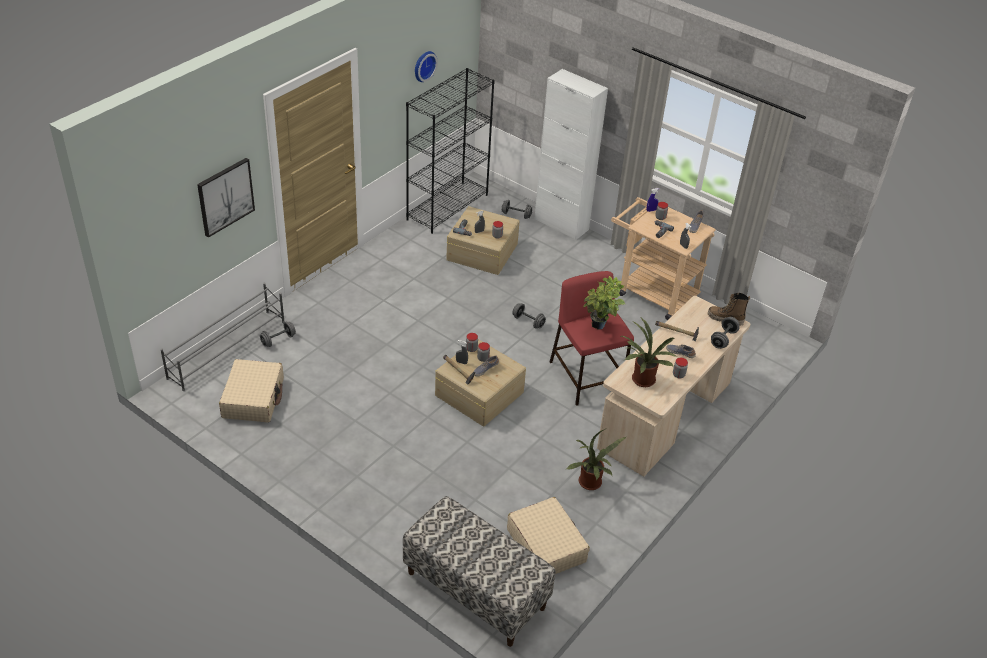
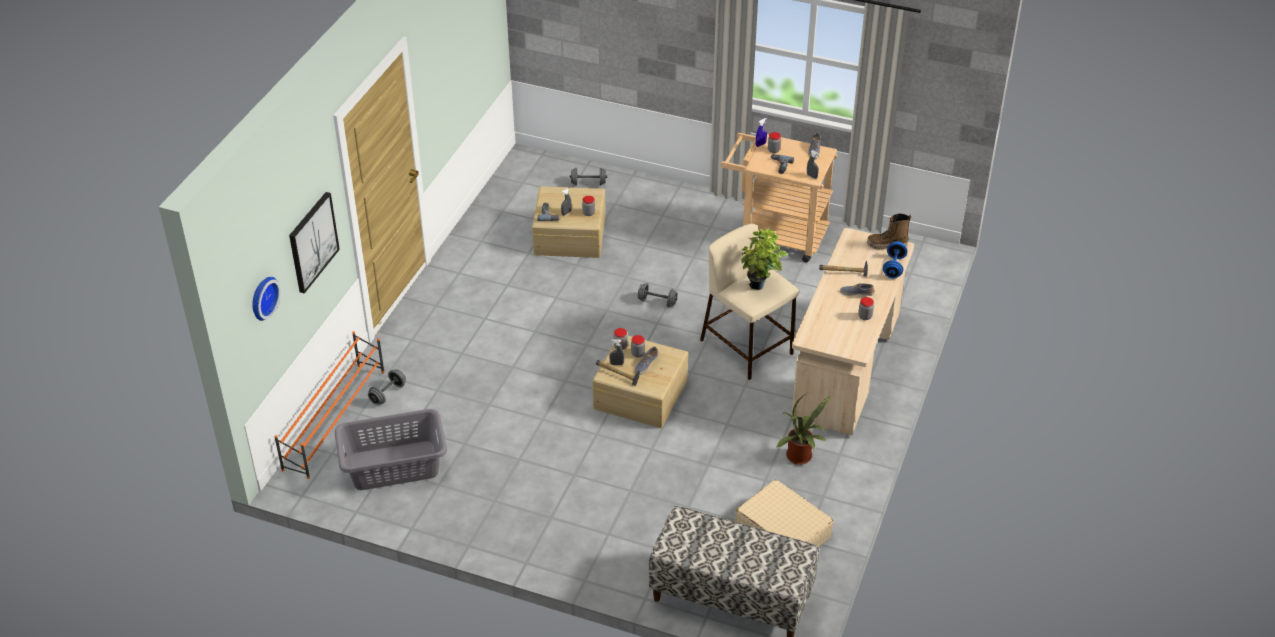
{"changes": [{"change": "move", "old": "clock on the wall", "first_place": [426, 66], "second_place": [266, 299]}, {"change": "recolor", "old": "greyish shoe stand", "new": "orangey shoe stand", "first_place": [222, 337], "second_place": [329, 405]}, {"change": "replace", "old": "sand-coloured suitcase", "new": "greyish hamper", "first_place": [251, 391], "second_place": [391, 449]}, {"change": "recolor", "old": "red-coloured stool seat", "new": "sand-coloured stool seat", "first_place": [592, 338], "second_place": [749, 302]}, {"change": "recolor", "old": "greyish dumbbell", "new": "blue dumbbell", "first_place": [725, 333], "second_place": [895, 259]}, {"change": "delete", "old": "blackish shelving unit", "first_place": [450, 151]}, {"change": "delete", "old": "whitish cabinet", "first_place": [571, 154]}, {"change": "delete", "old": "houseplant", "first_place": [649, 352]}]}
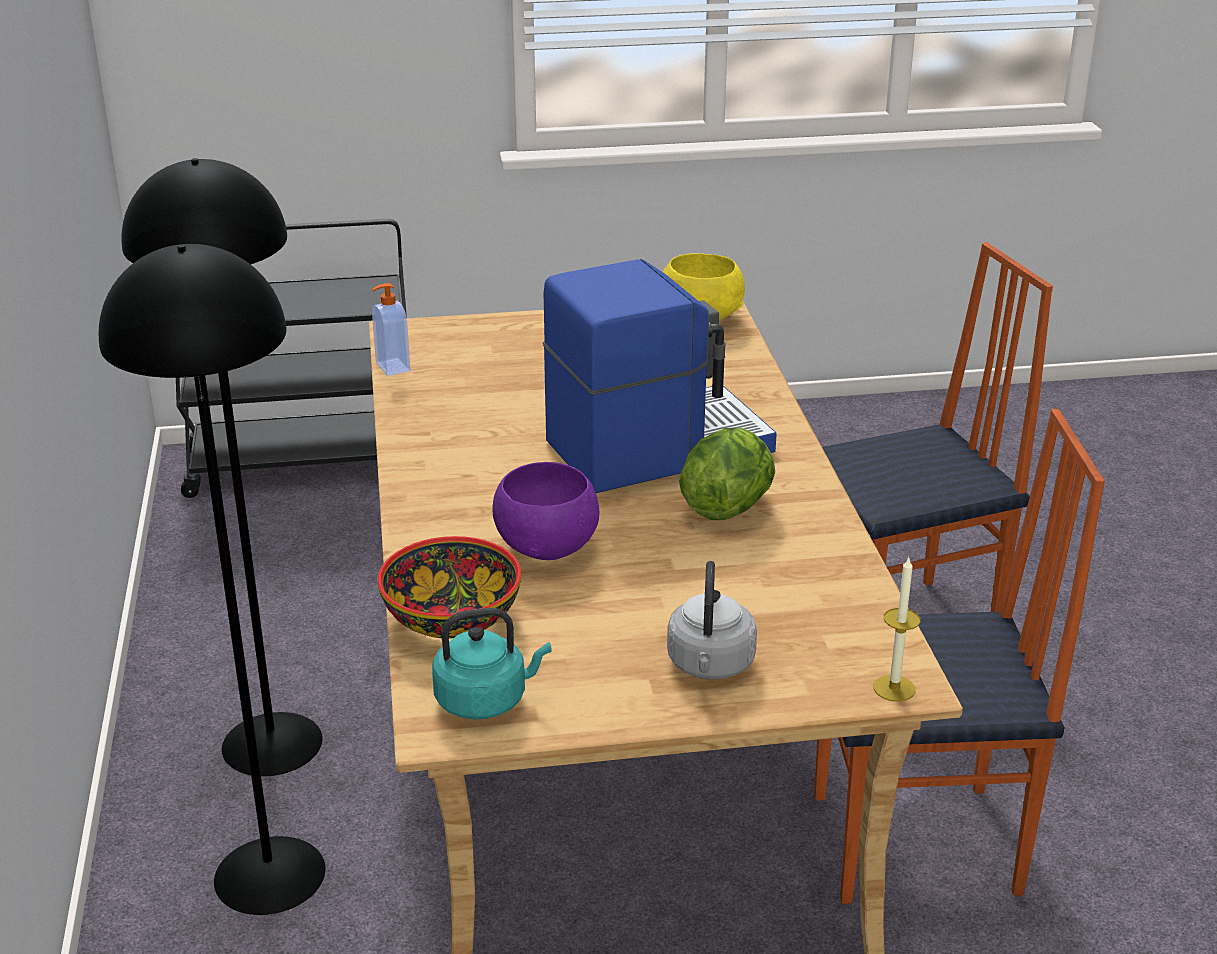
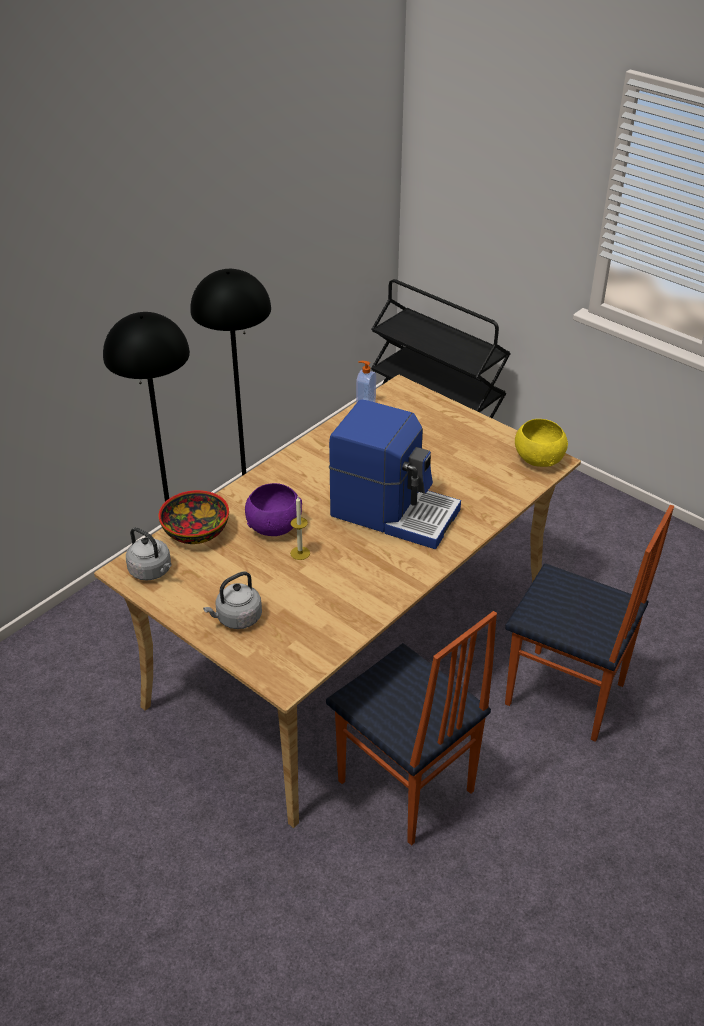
{"changes": [{"change": "recolor", "old": "blue-green water kettle", "new": "greyish water kettle", "first_place": [492, 663], "second_place": [149, 554]}, {"change": "move", "old": "candle", "first_place": [897, 630], "second_place": [300, 528]}, {"change": "delete", "old": "lettuce head", "first_place": [727, 474]}]}
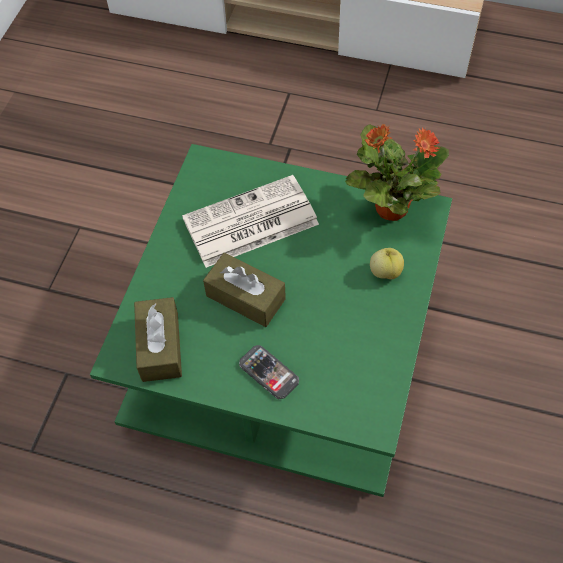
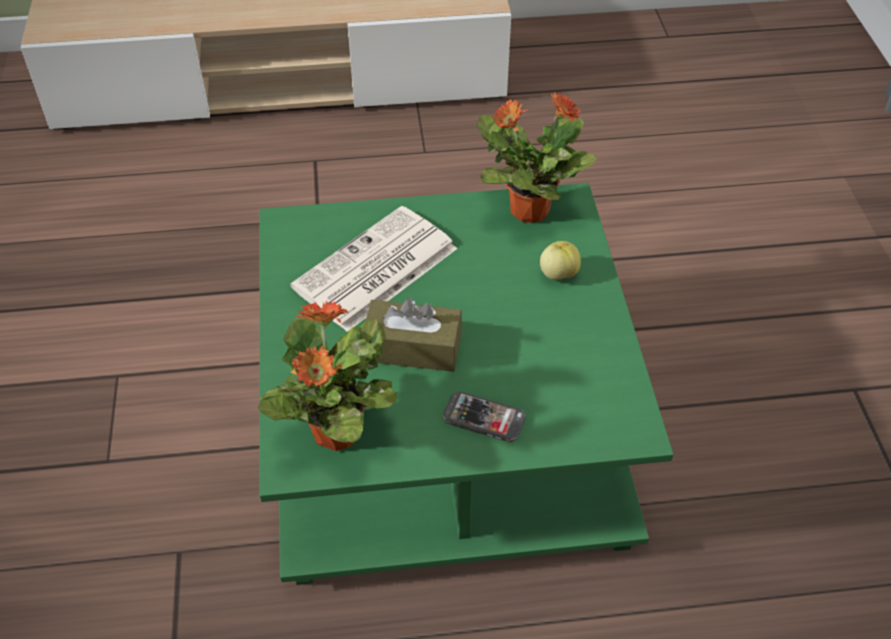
{"changes": [{"change": "replace", "old": "brownish box of tissues", "new": "houseplant", "first_place": [158, 339], "second_place": [327, 375]}]}
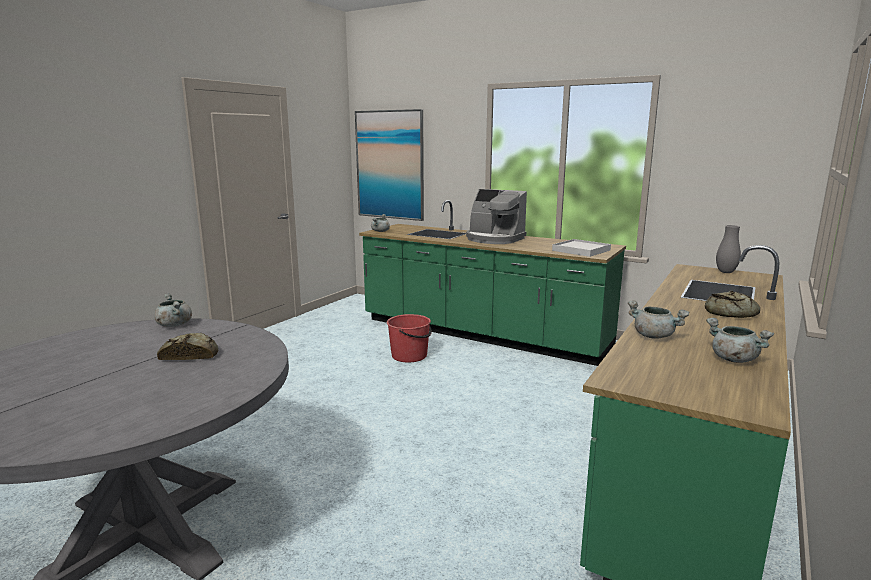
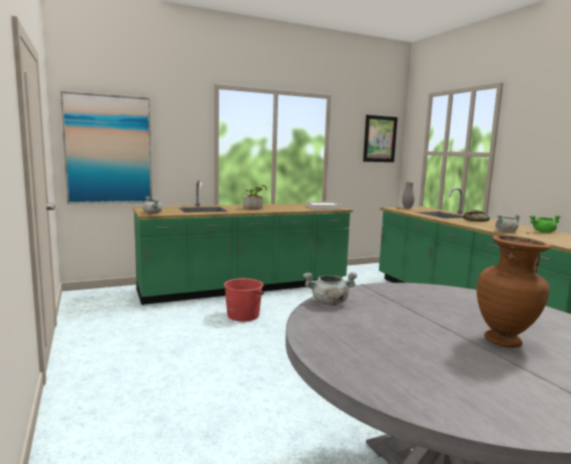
{"changes": [{"change": "replace", "old": "coffee brewer", "new": "houseplant", "first_place": [496, 216], "second_place": [255, 197]}, {"change": "insert", "new": "wall art", "second_place": [380, 138]}, {"change": "insert", "new": "brownish decorative vase", "second_place": [514, 291]}, {"change": "recolor", "old": "greyish stockpot", "new": "green-coloured stockpot", "first_place": [740, 340], "second_place": [545, 224]}, {"change": "delete", "old": "baked bread", "first_place": [187, 346]}]}
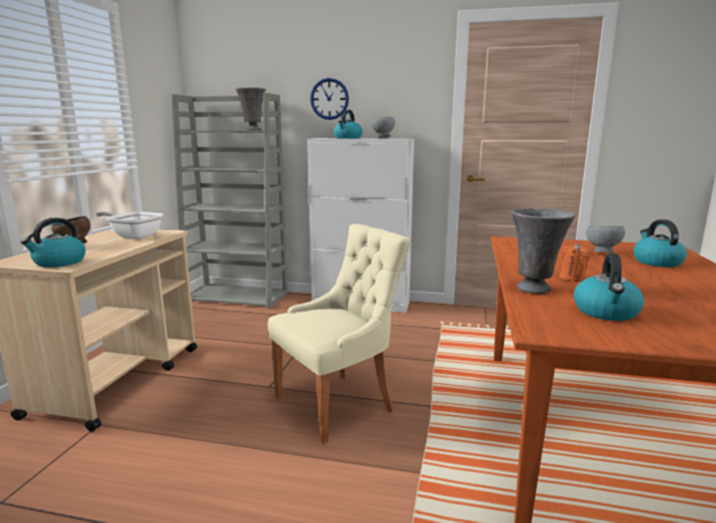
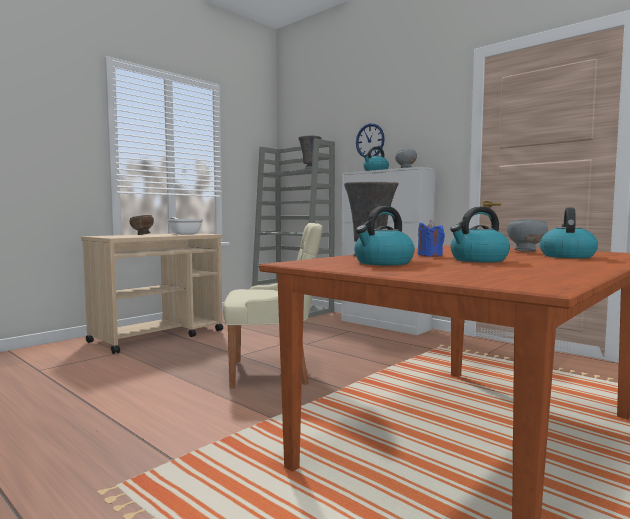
{"changes": [{"change": "recolor", "old": "orangey candle", "new": "blue candle", "first_place": [575, 262], "second_place": [431, 238]}, {"change": "move", "old": "water kettle", "first_place": [53, 242], "second_place": [480, 234]}]}
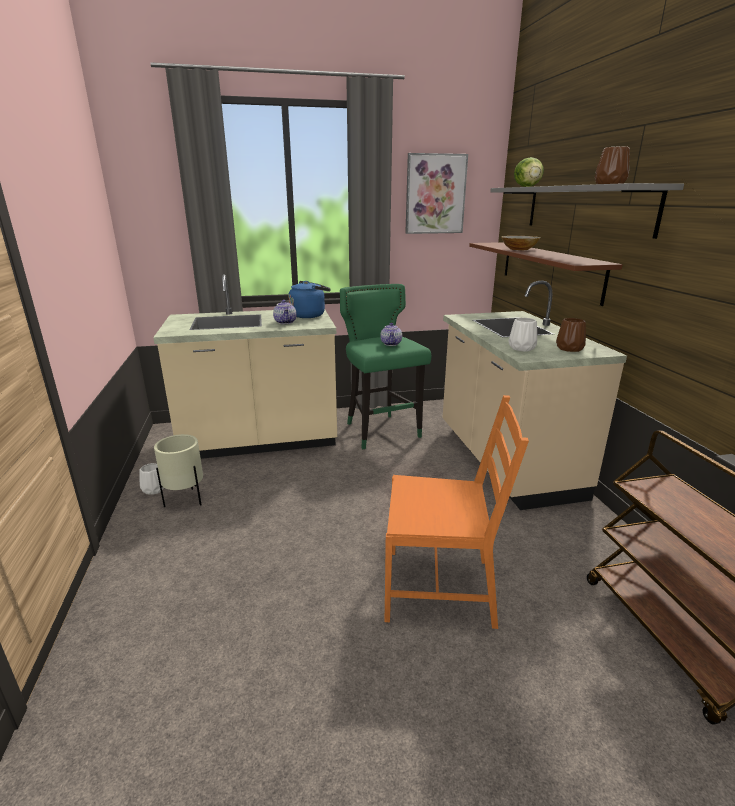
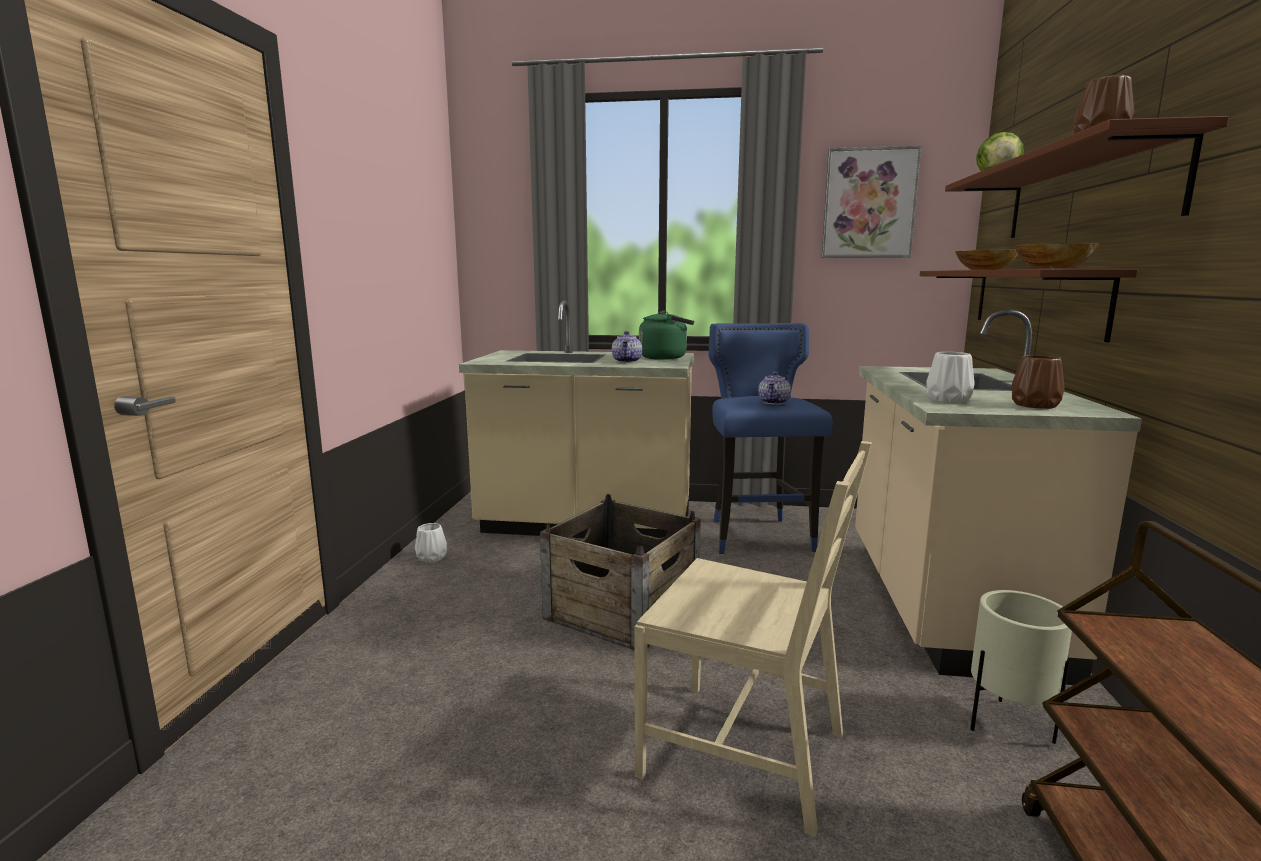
{"changes": [{"change": "insert", "new": "packing crate", "second_place": [620, 572]}, {"change": "recolor", "old": "orangey plain chair", "new": "sand-coloured plain chair", "first_place": [457, 512], "second_place": [753, 639]}, {"change": "recolor", "old": "blue water kettle", "new": "green-coloured water kettle", "first_place": [310, 299], "second_place": [666, 335]}, {"change": "recolor", "old": "green-coloured stool seat", "new": "blue stool seat", "first_place": [385, 366], "second_place": [770, 438]}, {"change": "recolor", "old": "greyish bracket shelf", "new": "brownish bracket shelf", "first_place": [587, 211], "second_place": [1087, 177]}, {"change": "move", "old": "sand-coloured planter", "first_place": [178, 470], "second_place": [1021, 667]}, {"change": "insert", "new": "bowl", "second_place": [1057, 256]}]}
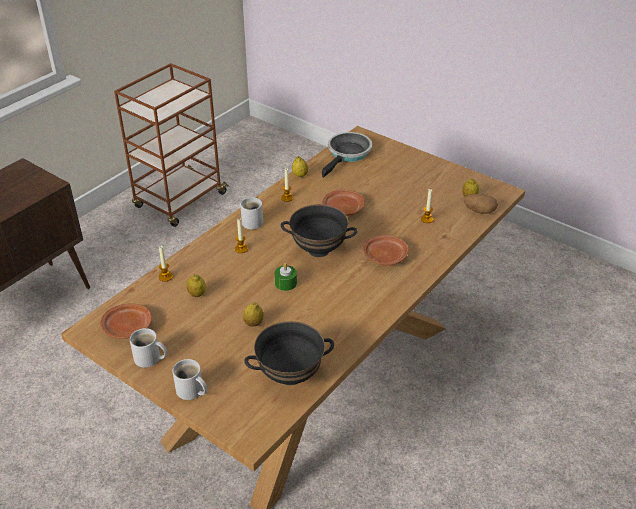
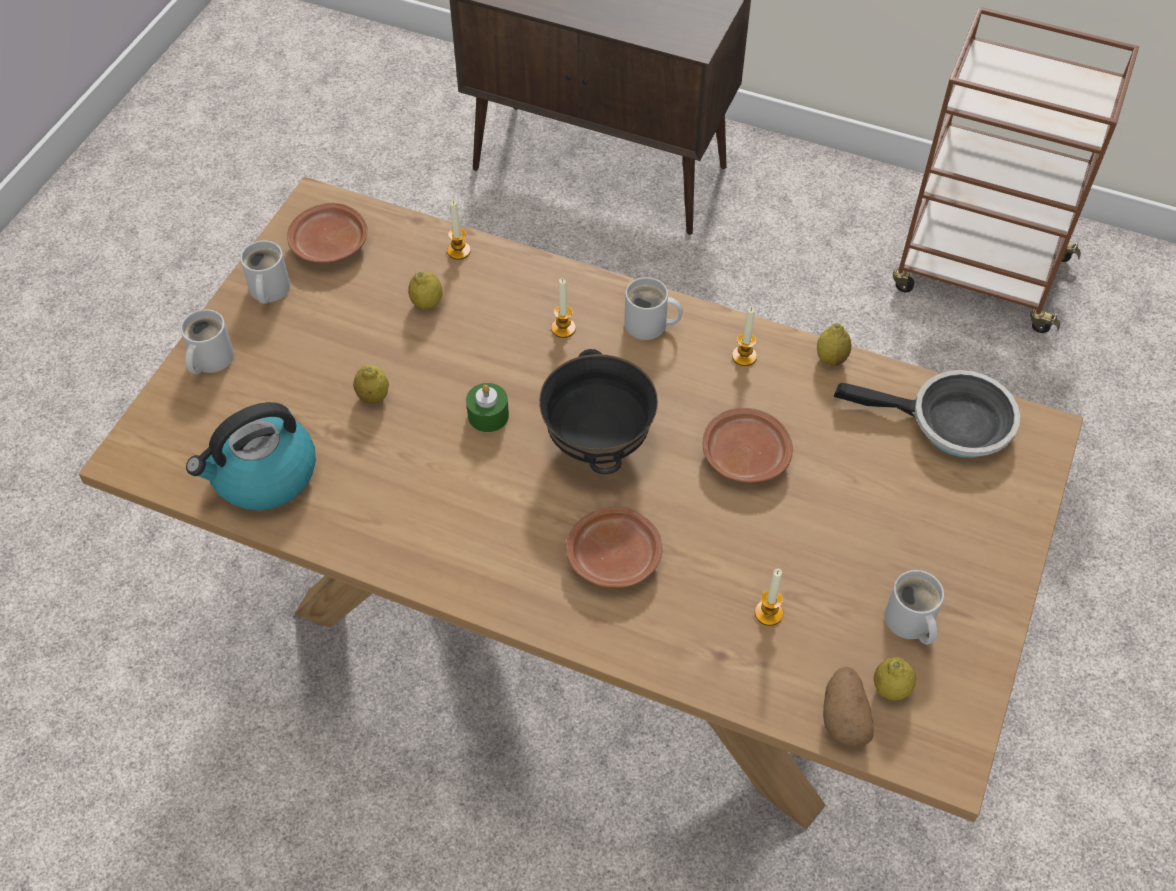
{"changes": [{"change": "replace", "old": "blackish bowl", "new": "water kettle", "first_place": [289, 353], "second_place": [251, 456]}, {"change": "insert", "new": "whitish mug", "second_place": [914, 607]}]}
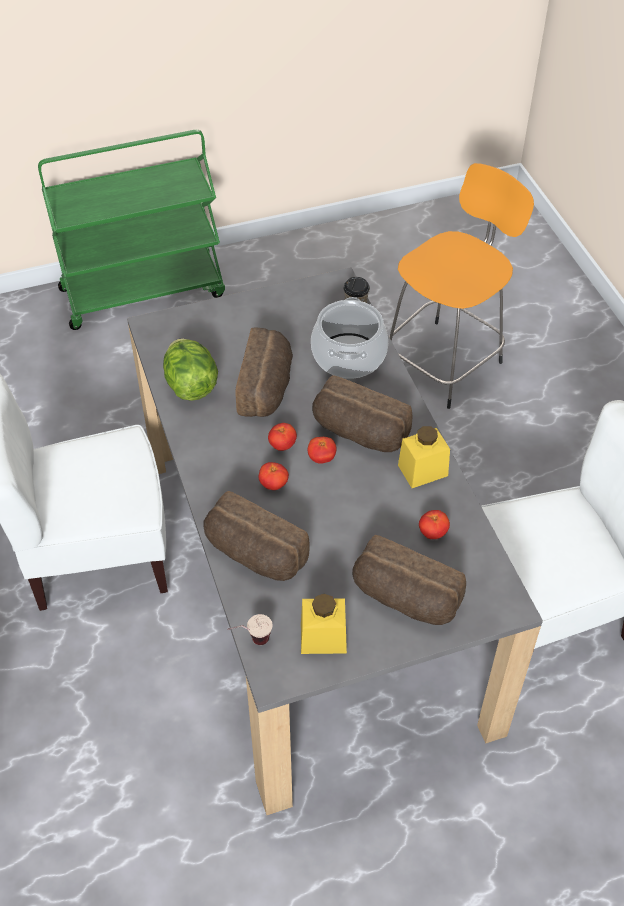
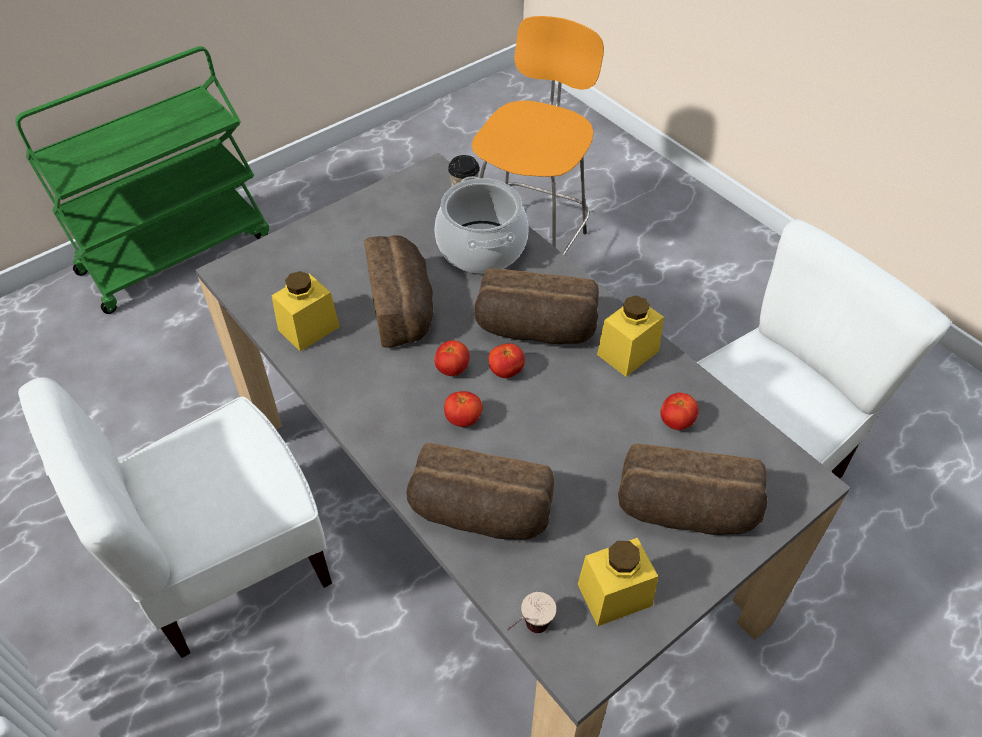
{"changes": [{"change": "replace", "old": "lettuce head", "new": "yellow-coloured preserve jar", "first_place": [190, 369], "second_place": [305, 311]}]}
